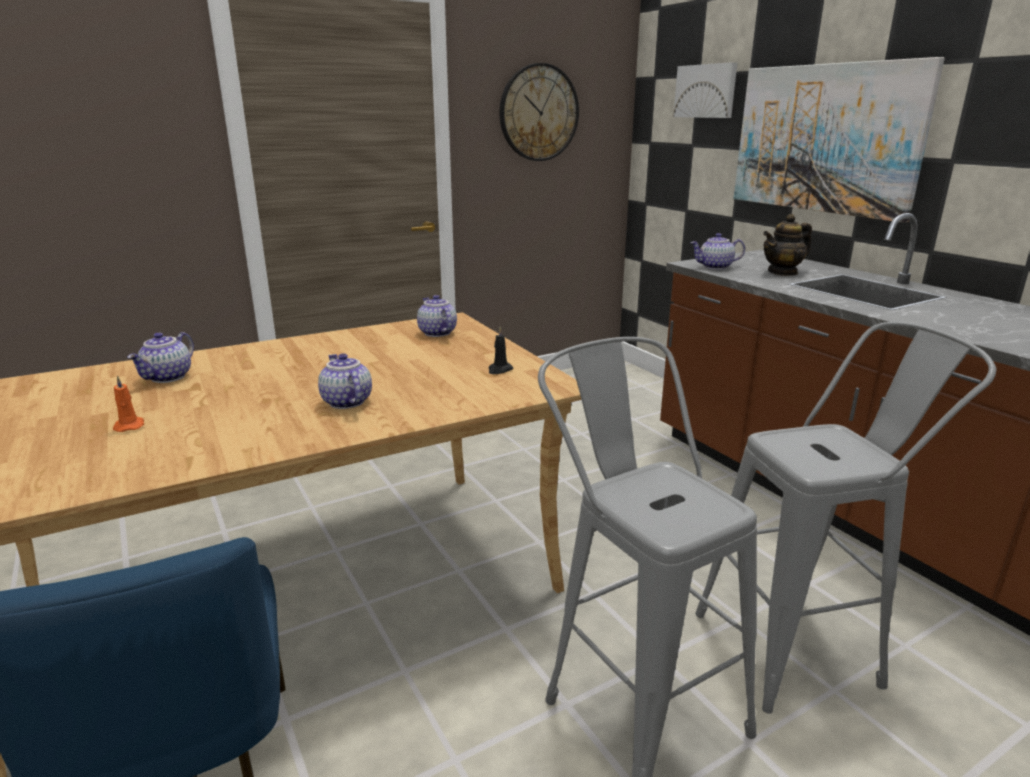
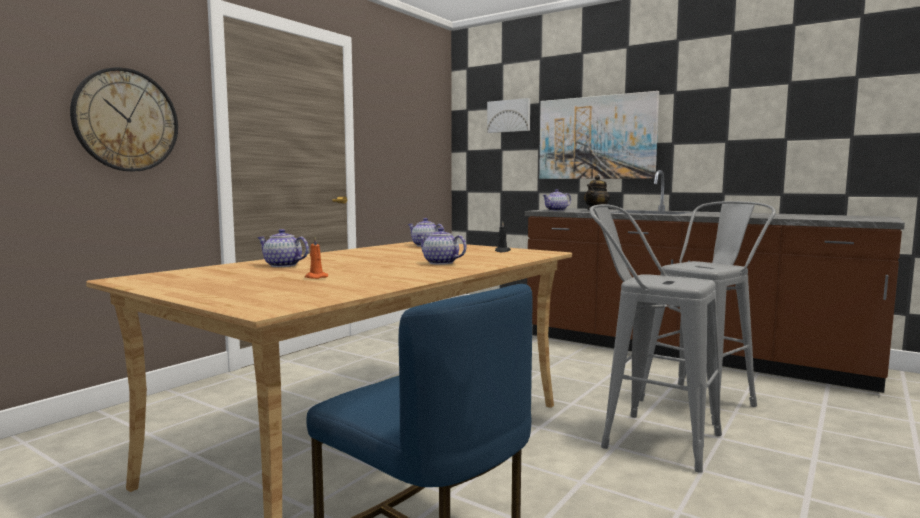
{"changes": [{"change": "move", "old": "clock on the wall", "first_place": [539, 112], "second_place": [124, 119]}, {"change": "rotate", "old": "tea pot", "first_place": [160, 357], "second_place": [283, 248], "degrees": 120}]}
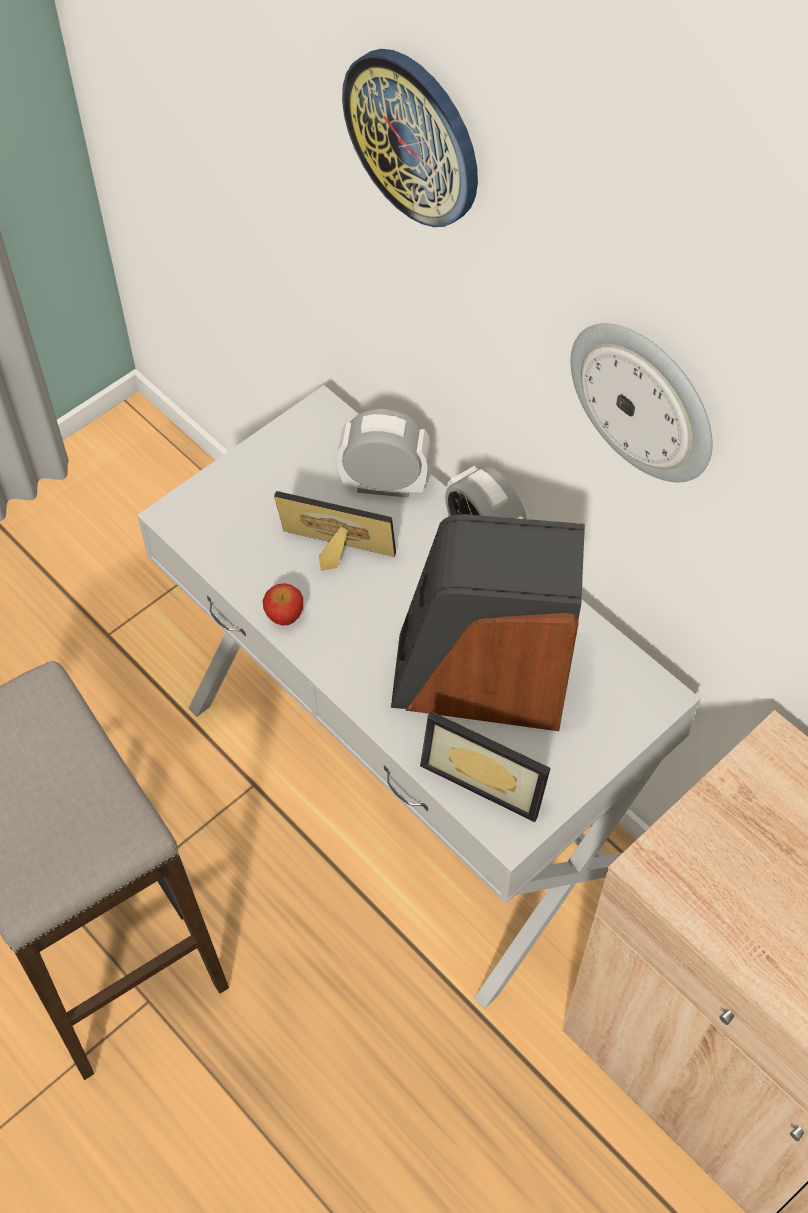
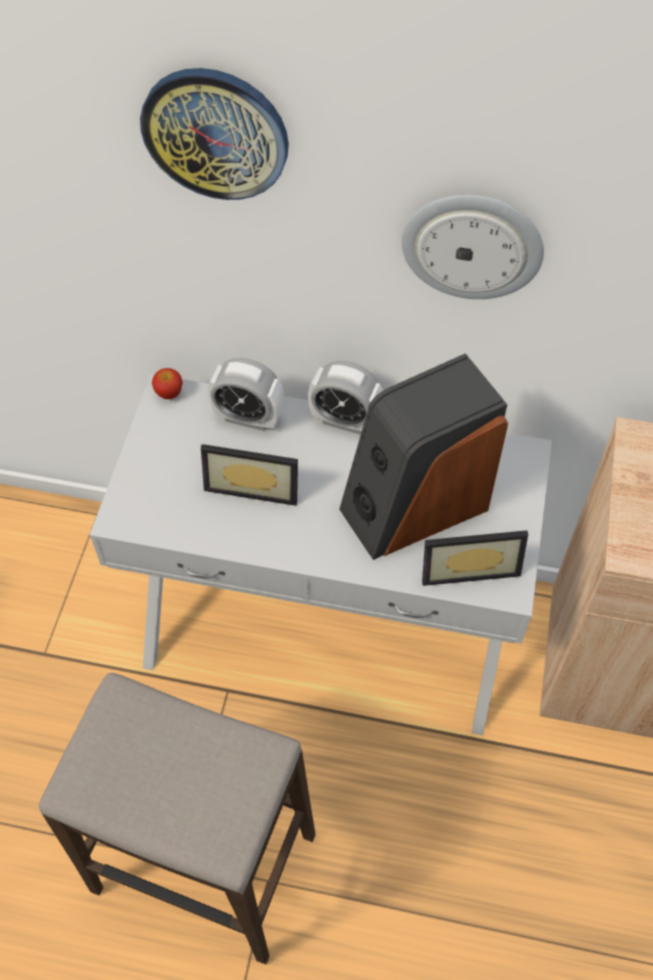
{"changes": [{"change": "move", "old": "apple fruit", "first_place": [283, 604], "second_place": [167, 383]}, {"change": "rotate", "old": "picture frame", "first_place": [335, 531], "second_place": [249, 475], "degrees": -150}, {"change": "rotate", "old": "bedside clock", "first_place": [384, 453], "second_place": [246, 394], "degrees": -135}]}
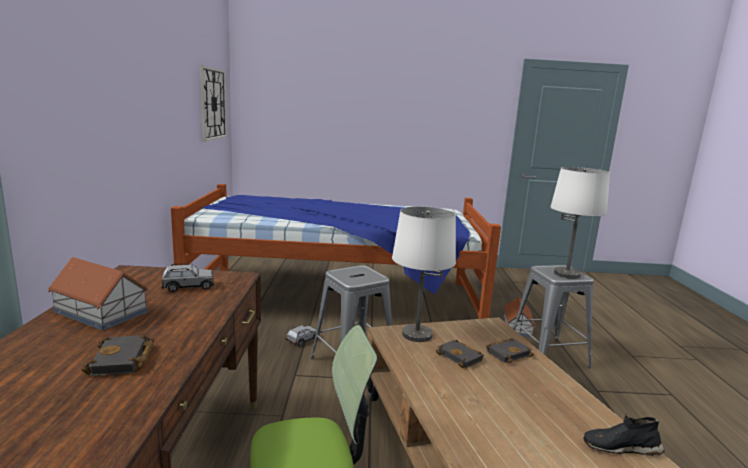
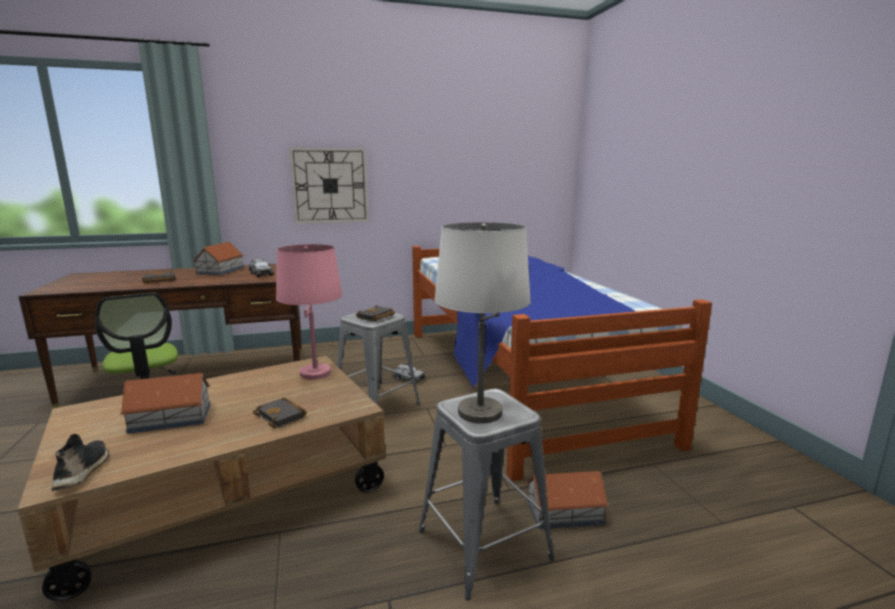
{"changes": [{"change": "insert", "new": "model house", "second_place": [165, 403]}, {"change": "recolor", "old": "whitish lamp for a table", "new": "pink-coloured lamp for a table", "first_place": [424, 274], "second_place": [309, 312]}, {"change": "move", "old": "clock on the wall", "first_place": [213, 103], "second_place": [329, 185]}, {"change": "move", "old": "blackish book", "first_place": [460, 353], "second_place": [375, 313]}]}
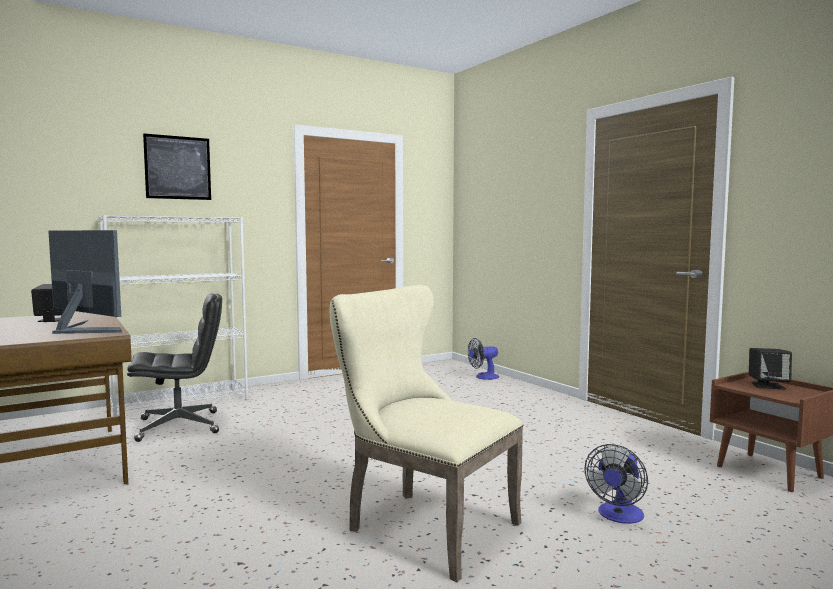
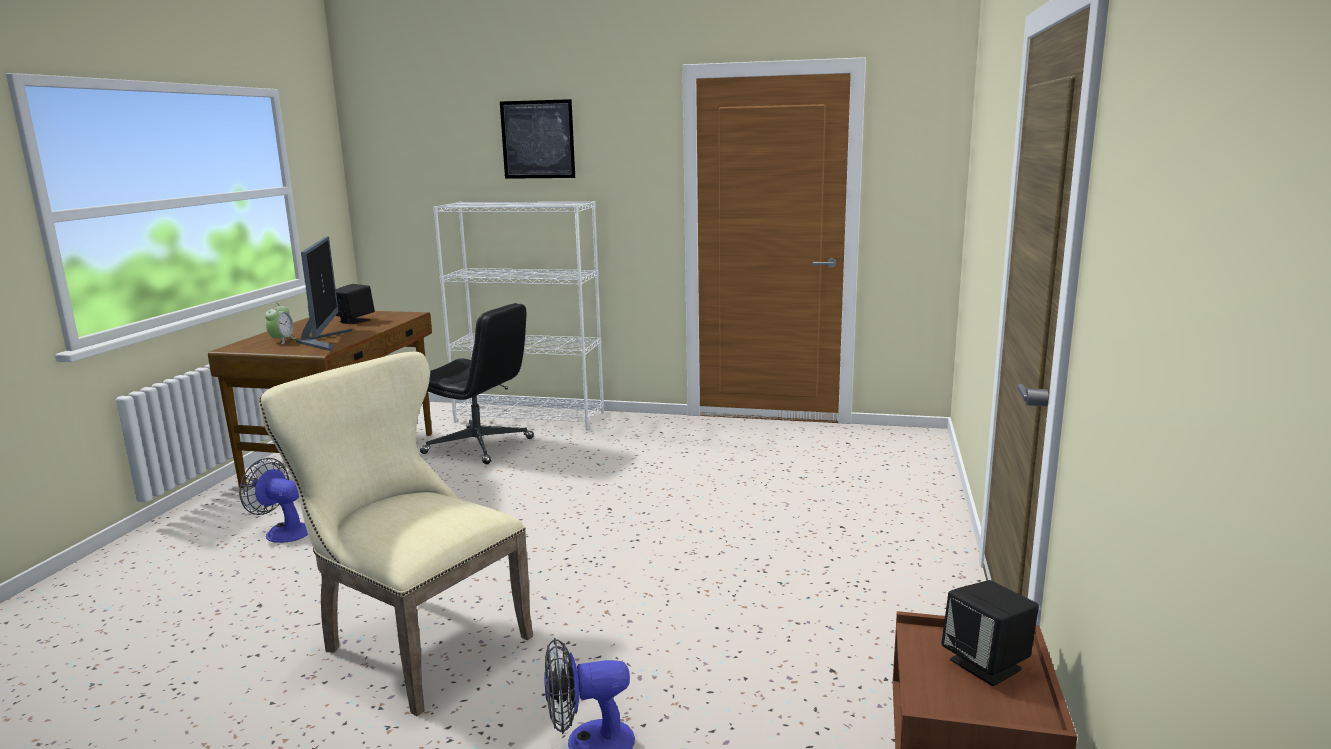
{"changes": [{"change": "move", "old": "fan", "first_place": [483, 359], "second_place": [273, 500]}, {"change": "rotate", "old": "sand-coloured plain chair", "first_place": [426, 433], "second_place": [396, 534], "degrees": -45}, {"change": "insert", "new": "bedside clock", "second_place": [280, 323]}]}
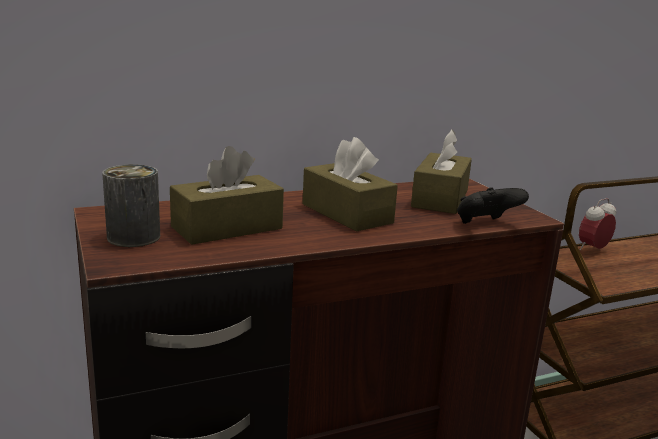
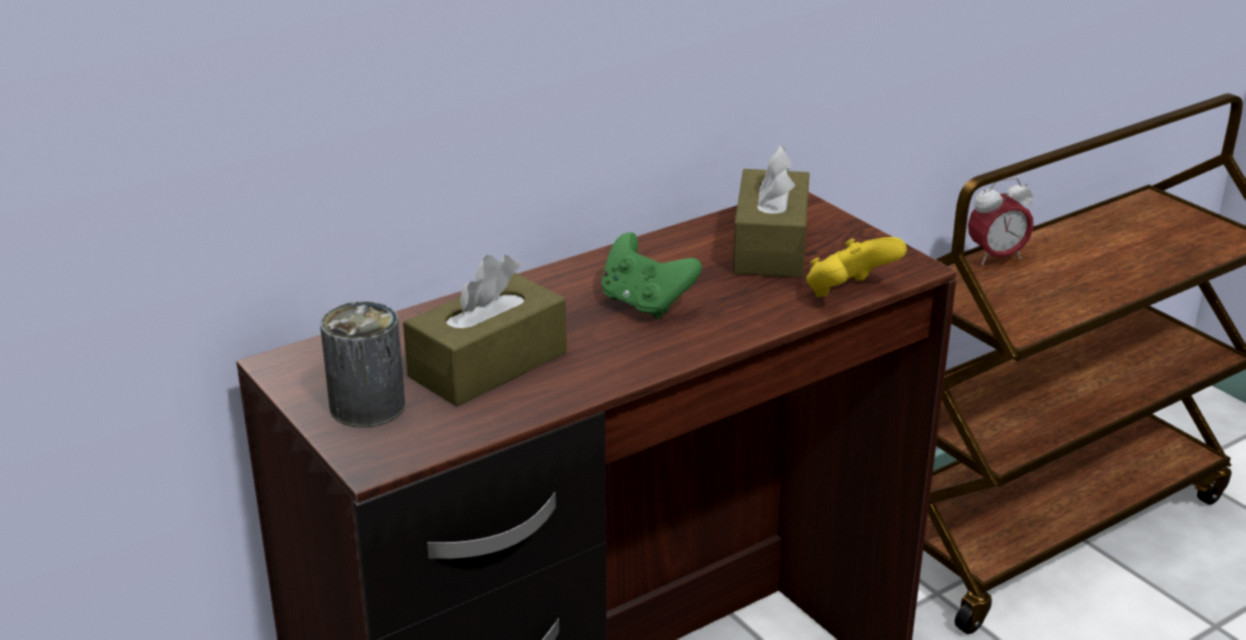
{"changes": [{"change": "replace", "old": "brownish box of tissues", "new": "green-coloured joypad", "first_place": [350, 184], "second_place": [651, 275]}, {"change": "recolor", "old": "blackish joypad", "new": "yellow-coloured joypad", "first_place": [493, 205], "second_place": [857, 267]}, {"change": "rotate", "old": "bedside clock", "first_place": [598, 224], "second_place": [1001, 221], "degrees": -150}]}
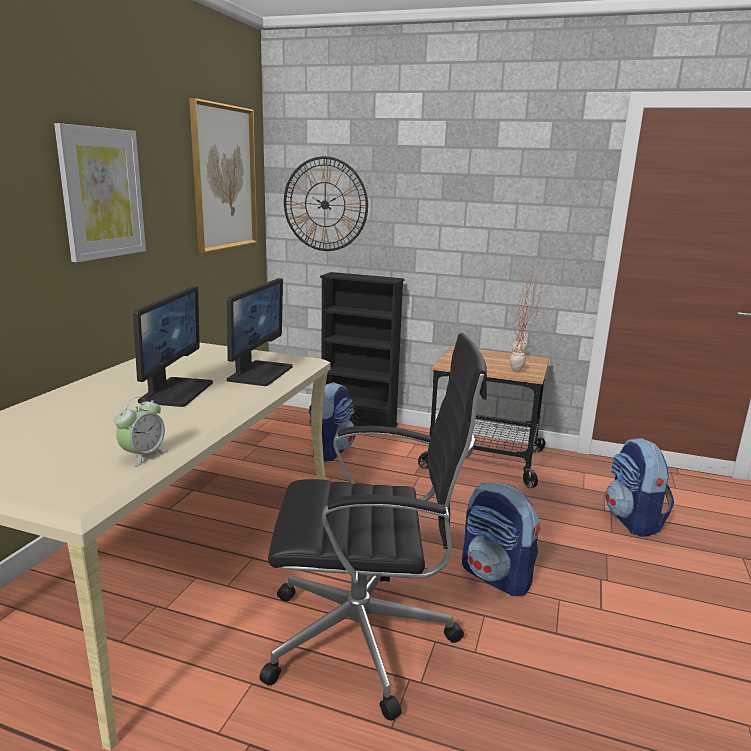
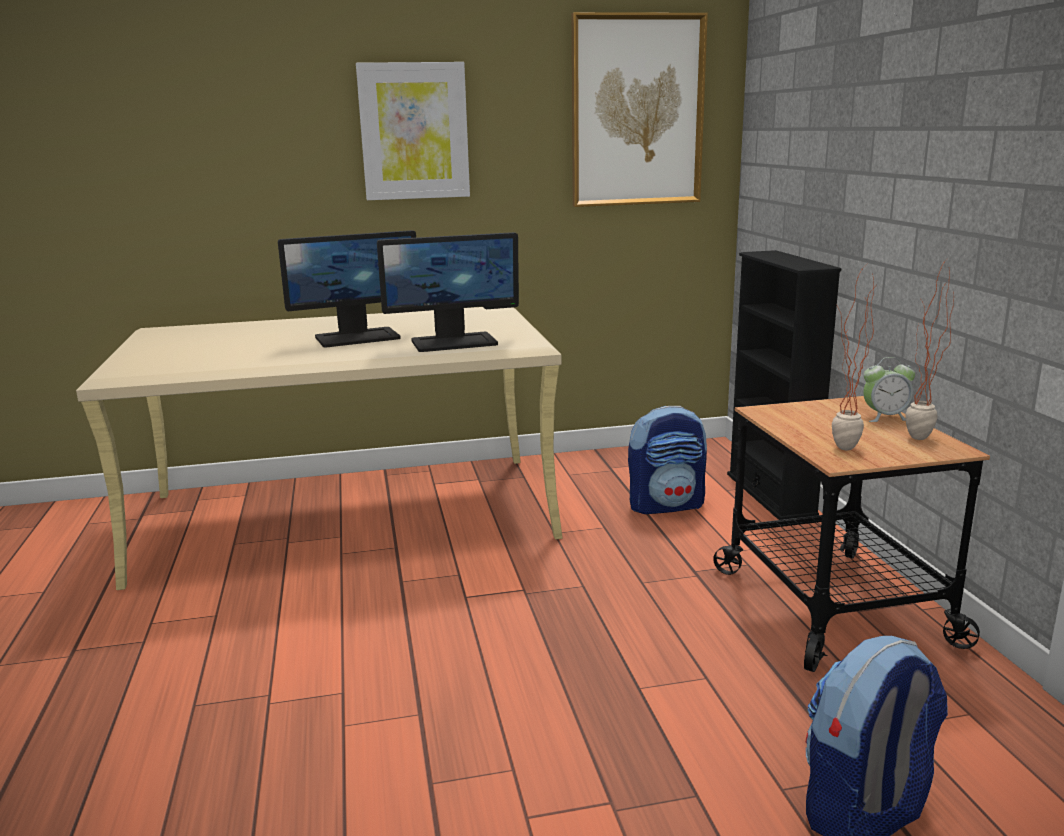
{"changes": [{"change": "move", "old": "bedside clock", "first_place": [140, 432], "second_place": [889, 389]}, {"change": "delete", "old": "blackish office chair", "first_place": [373, 527]}, {"change": "delete", "old": "clock on the wall", "first_place": [326, 203]}, {"change": "delete", "old": "backpack", "first_place": [501, 539]}]}
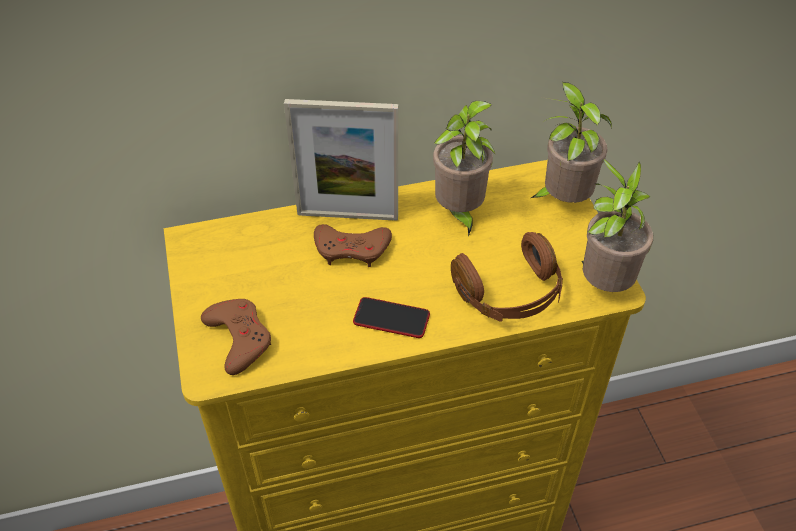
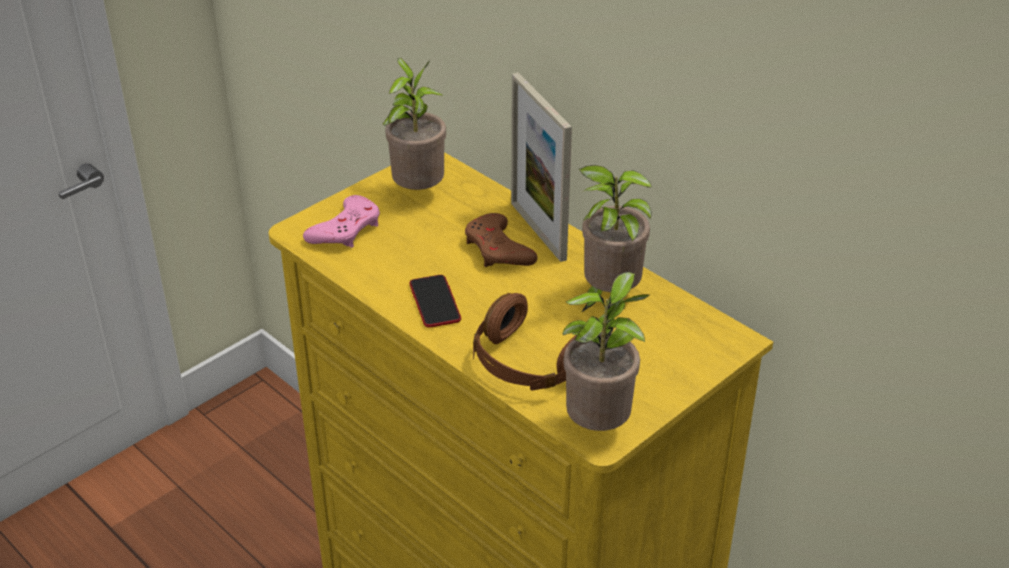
{"changes": [{"change": "recolor", "old": "brownish joypad", "new": "pink-coloured joypad", "first_place": [236, 337], "second_place": [341, 221]}, {"change": "move", "old": "houseplant", "first_place": [571, 142], "second_place": [414, 124]}]}
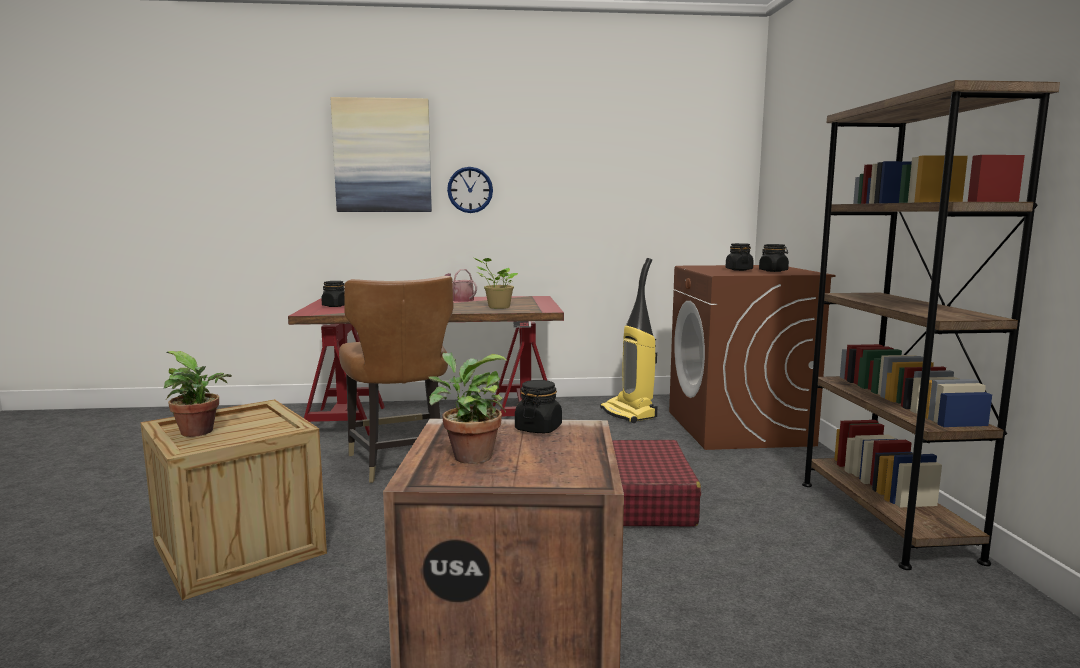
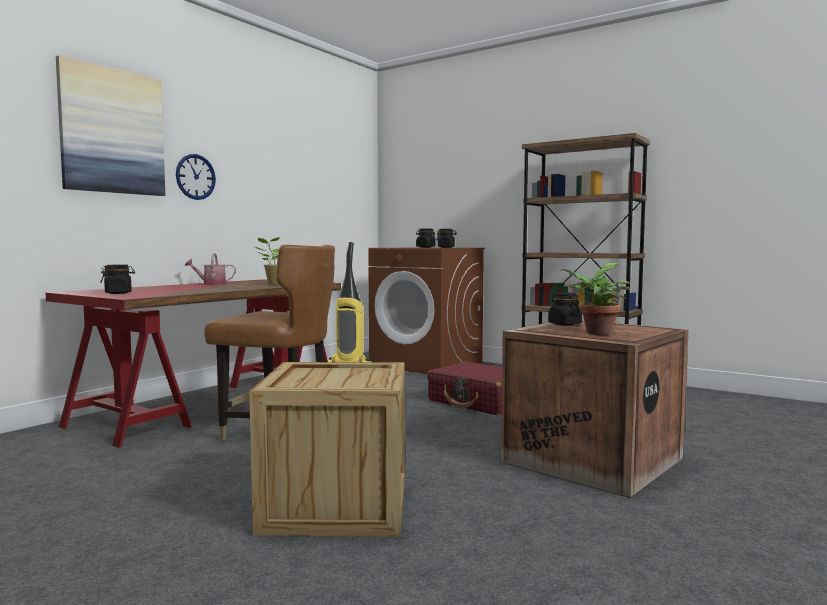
{"changes": [{"change": "delete", "old": "houseplant", "first_place": [198, 394]}]}
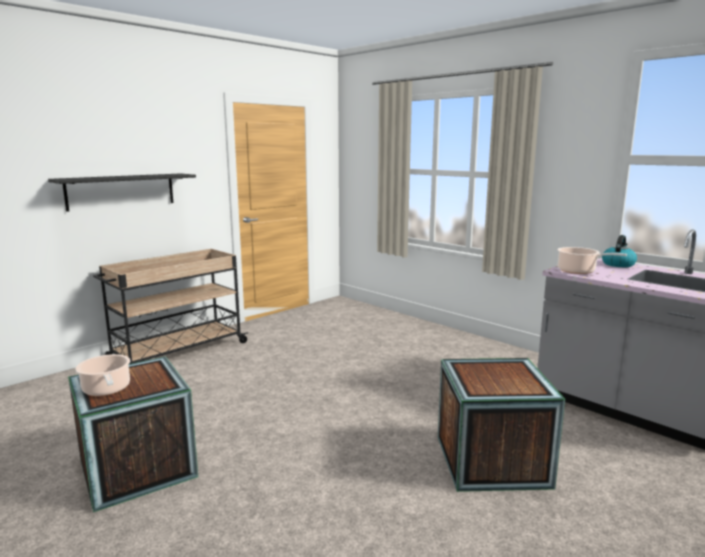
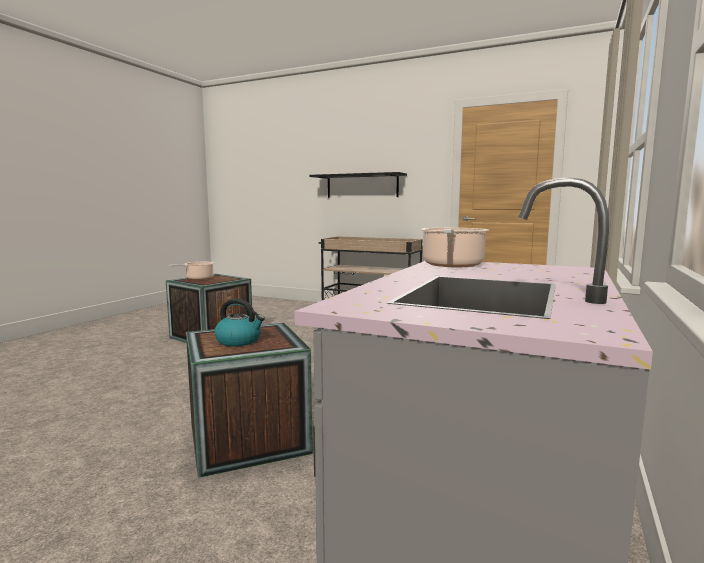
{"changes": [{"change": "move", "old": "water kettle", "first_place": [619, 251], "second_place": [240, 322]}]}
